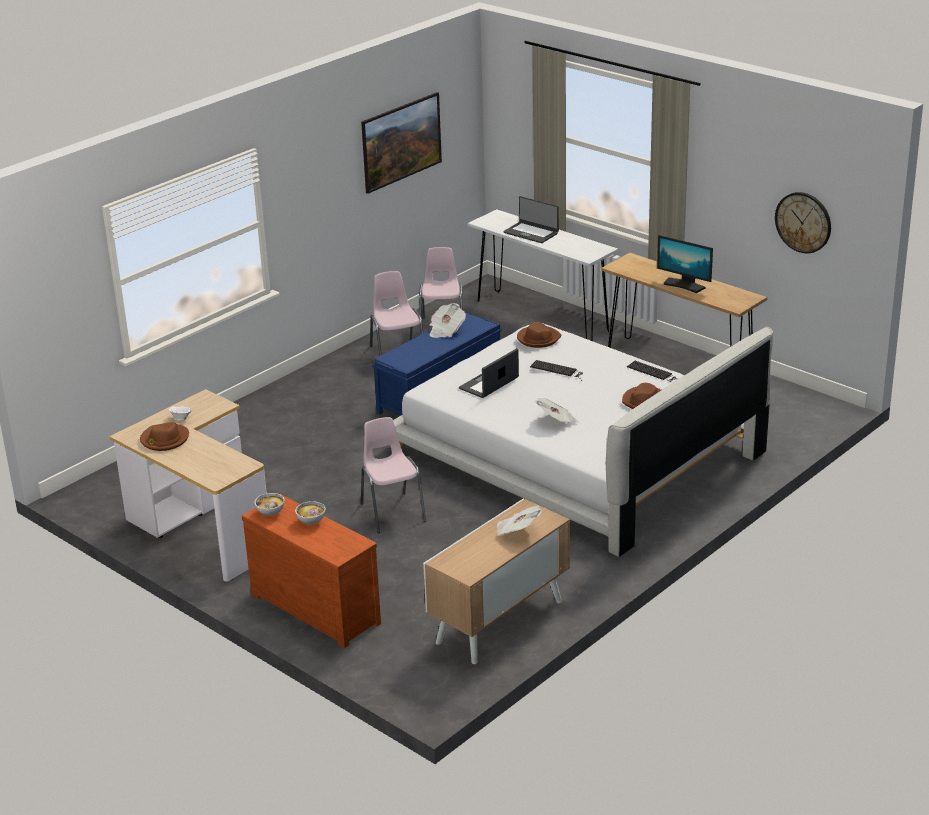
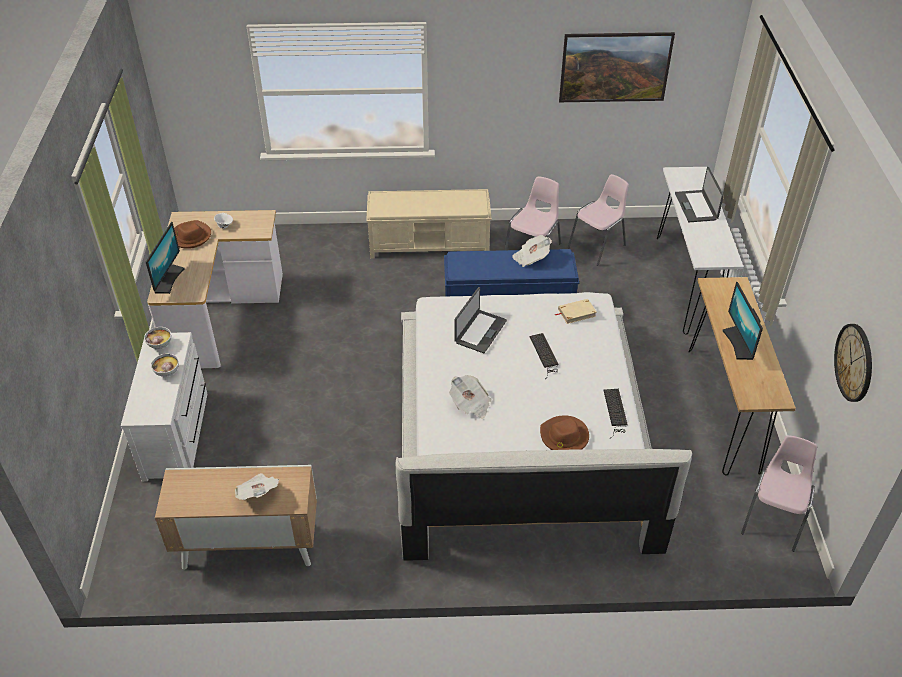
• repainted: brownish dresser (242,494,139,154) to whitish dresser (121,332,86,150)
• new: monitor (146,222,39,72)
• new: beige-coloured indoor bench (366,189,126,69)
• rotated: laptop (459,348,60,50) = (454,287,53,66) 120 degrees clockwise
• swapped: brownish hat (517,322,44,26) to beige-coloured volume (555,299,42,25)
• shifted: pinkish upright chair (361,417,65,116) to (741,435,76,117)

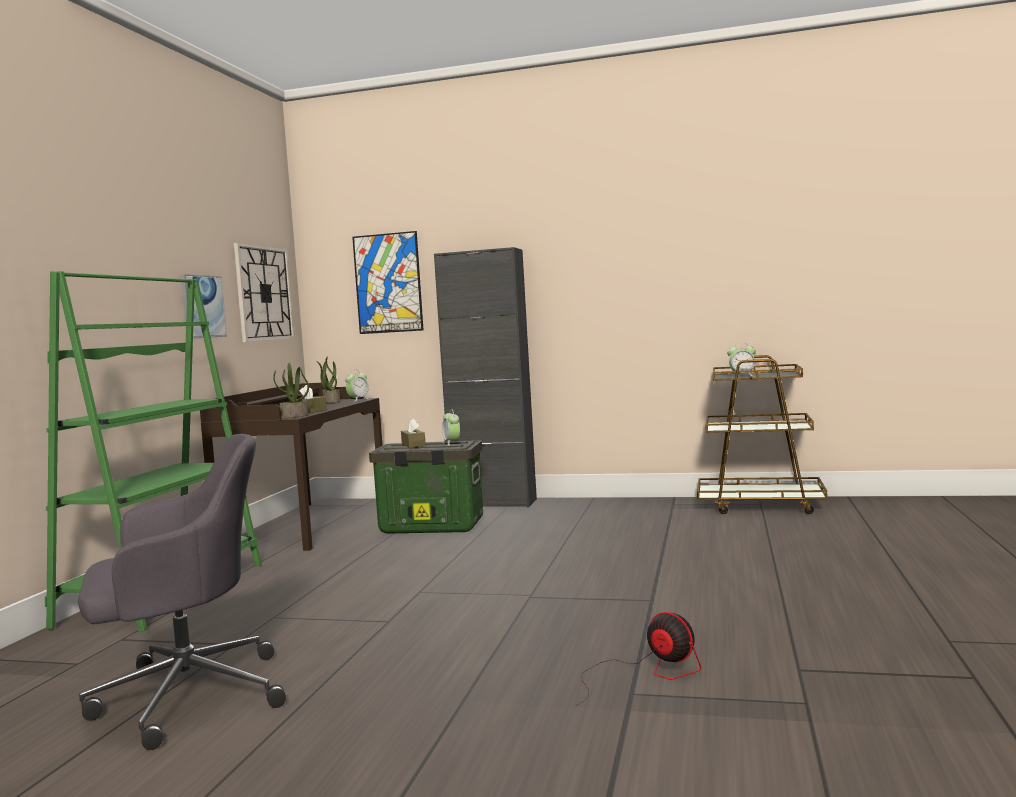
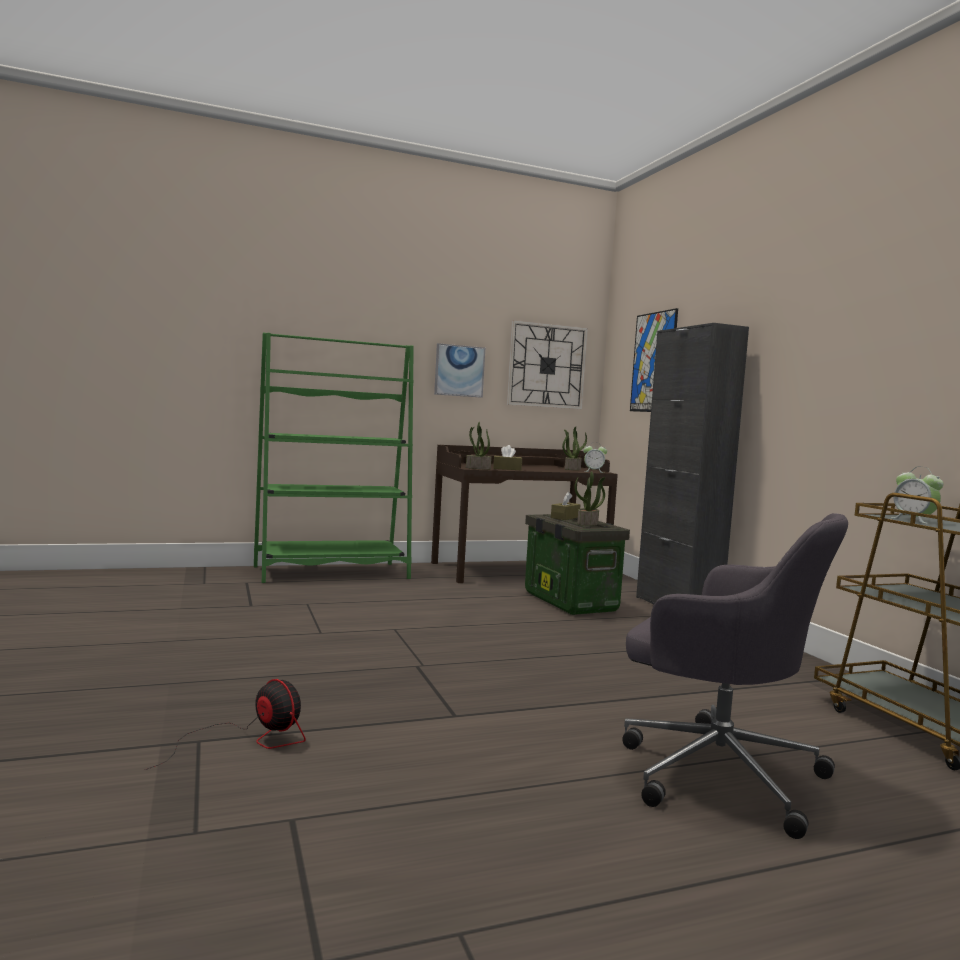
• rotated: cooling fan (576,612,125,94) = (145,679,161,91) 60 degrees counterclockwise
• swapped: bedside clock (442,409,18,37) to plant in a pot (574,471,32,55)
• shifted: gray computer chair (78,434,208,316) to (622,513,226,326)

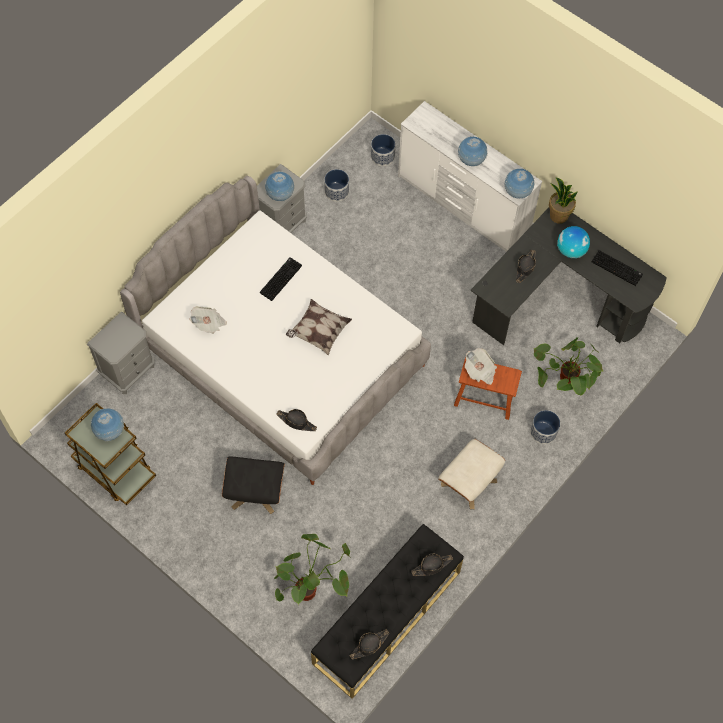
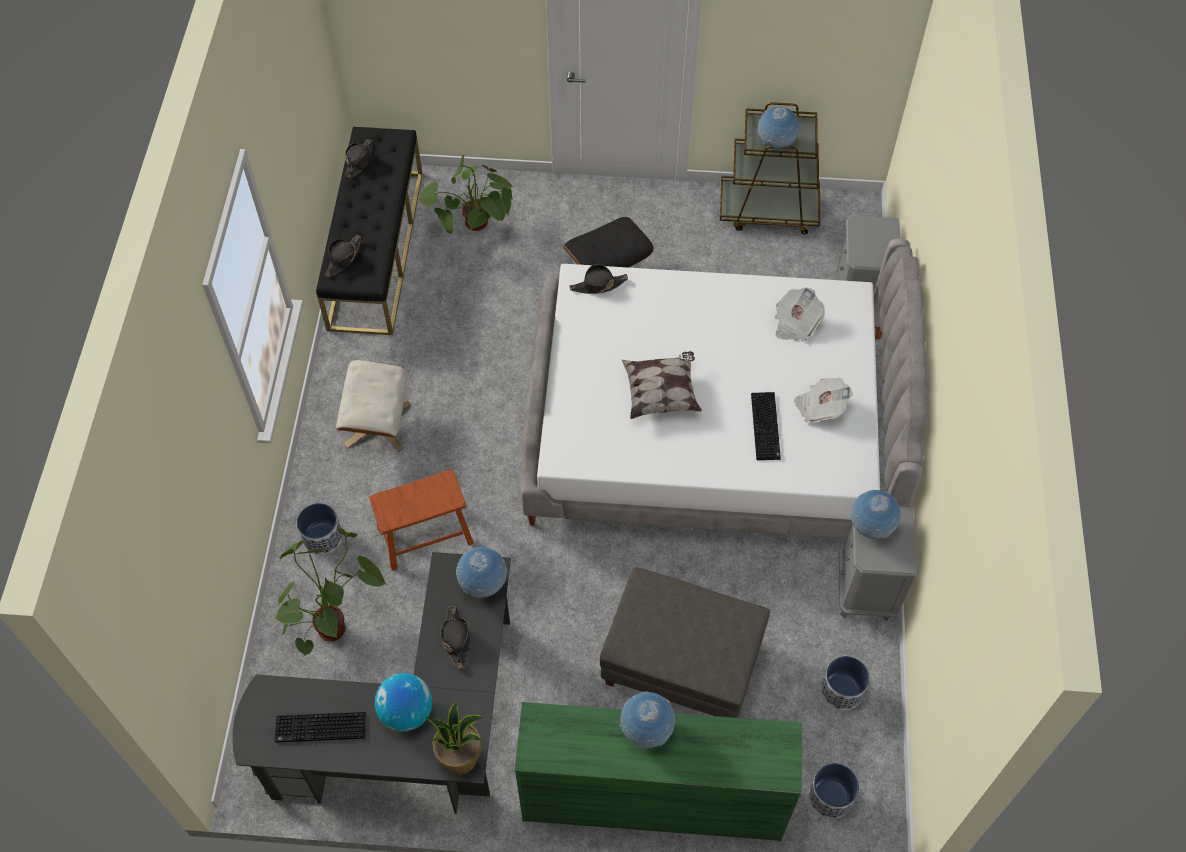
• shifted: desk globe (505,169,29,29) to (456,547,52,51)
• repainted: whitish dresser (398,101,144,151) to green dresser (515,702,287,139)
• new: gray pouffe (600,567,170,151)
• shifted: printed paper (465,348,32,37) to (794,377,59,45)

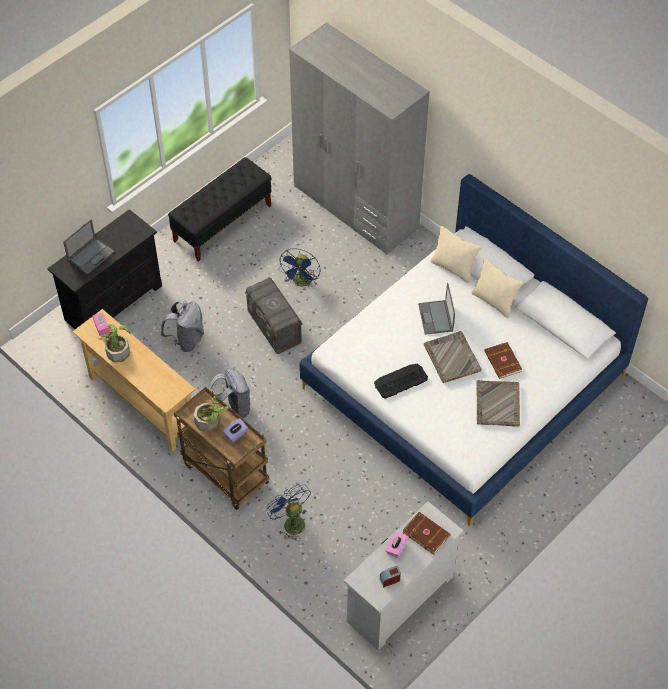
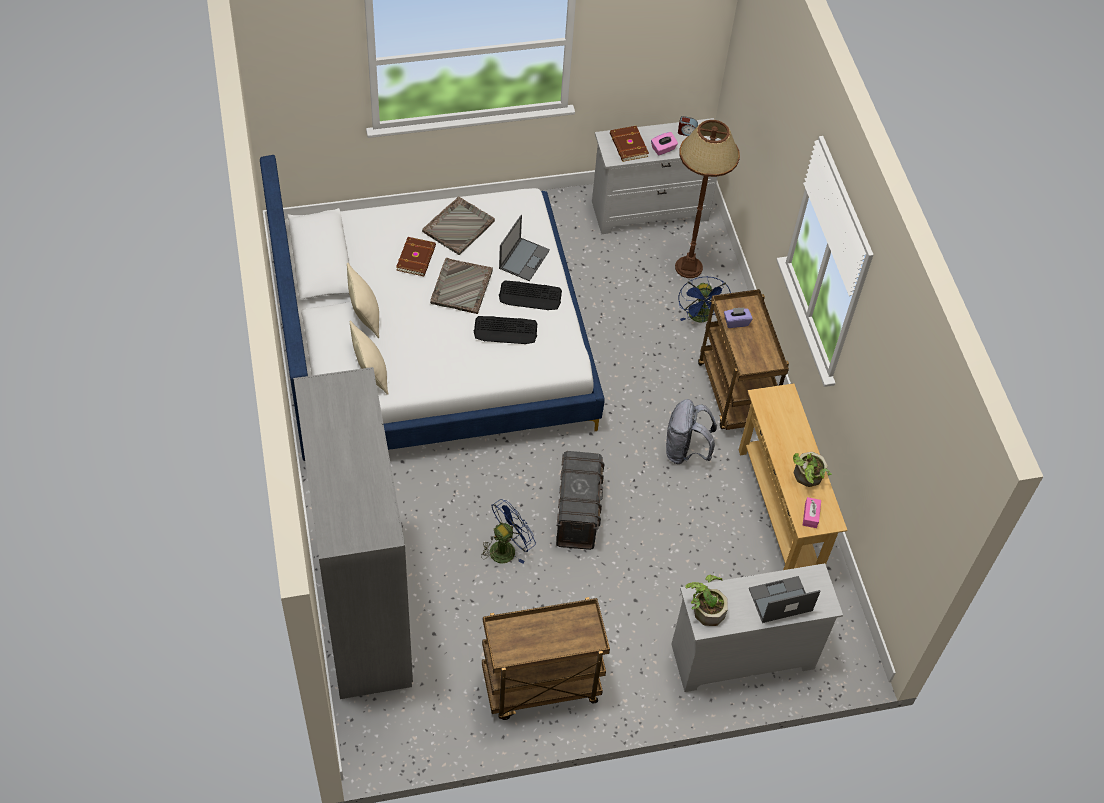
• new: PC keyboard (474,316,63,28)
• swapped: black-coloured indoor bench (168,157,103,105) to brownish wheeled cart (482,597,128,123)
• shifted: laptop (418,283,37,52) to (499,215,51,66)
• repainted: black-coloured dresser (47,209,115,120) to whitish dresser (671,563,172,129)
• new: brownish standard lamp (675,120,65,158)
• shifted: plant in a pot (194,396,34,36) to (685,575,43,51)
• gone: gray knapsack (161,299,43,53)

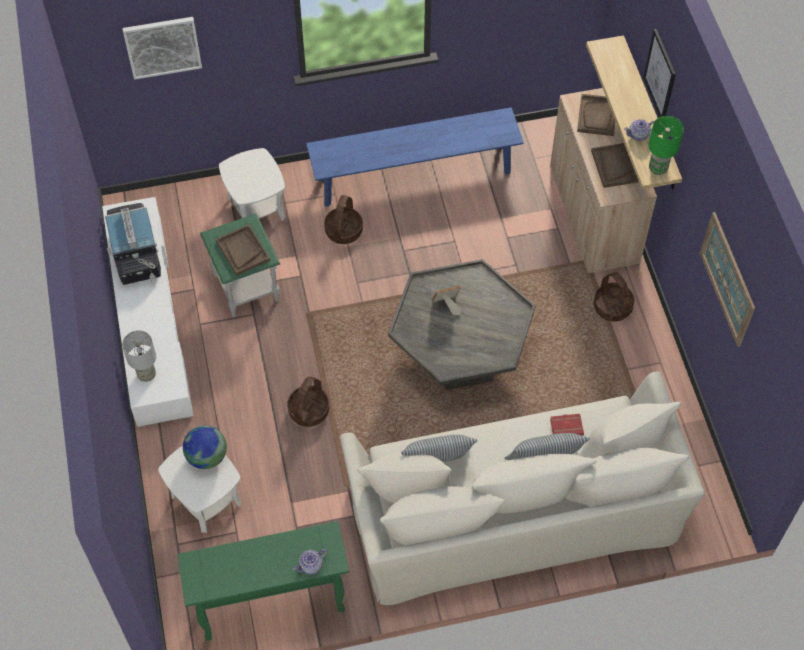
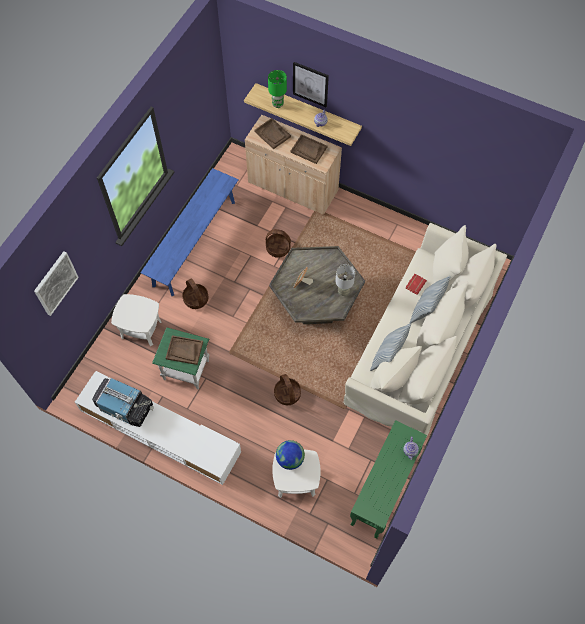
• shifted: storage basket (594,272,41,49) to (266,229,25,29)
• shifted: green lamp for a table (648,116,36,59) to (268,70,19,38)
• shifted: gray lamp for a table (122,330,34,52) to (335,264,20,32)
• gone: picture (700,212,55,135)

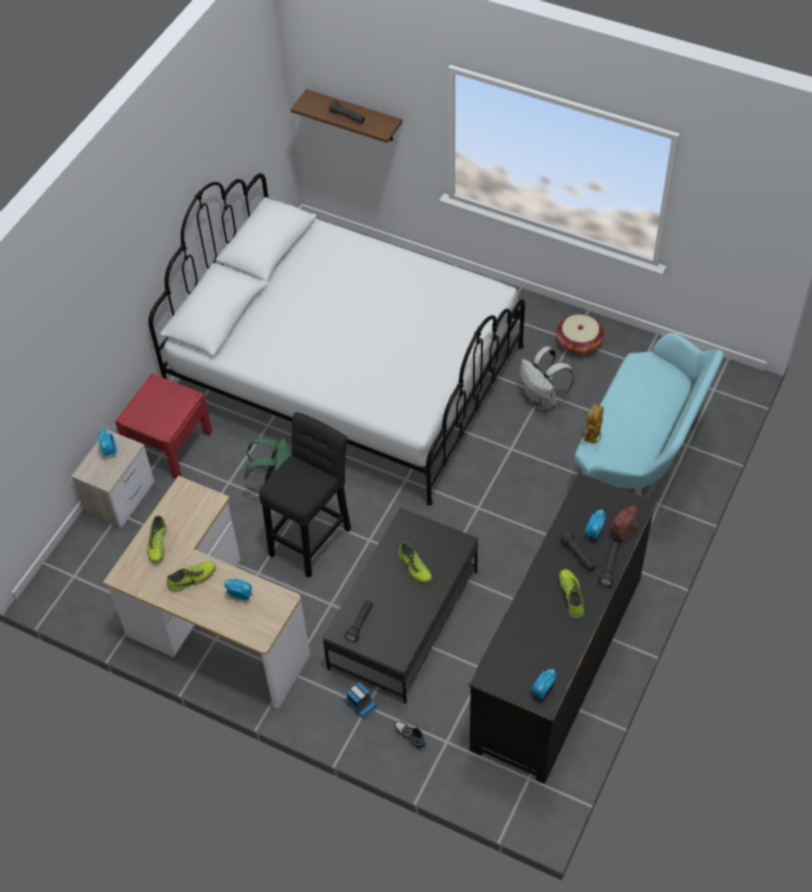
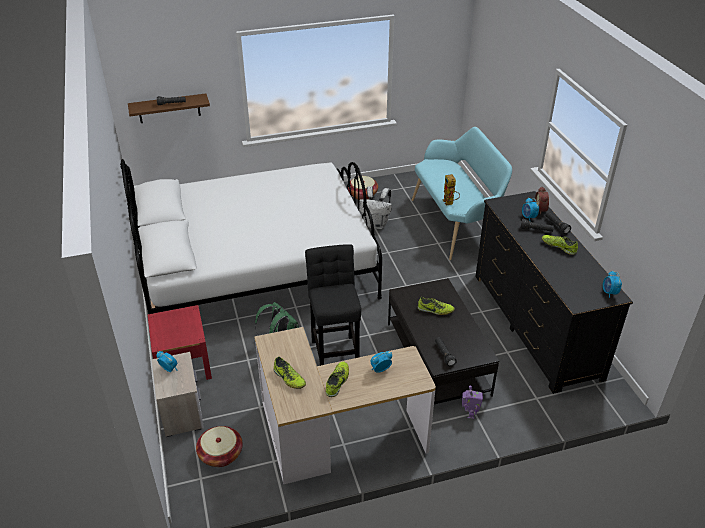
• new: storage basket (196,426,47,41)
• swapped: model truck (344,682,33,37) to model robot (462,385,21,34)
• gone: shoe (394,721,32,30)

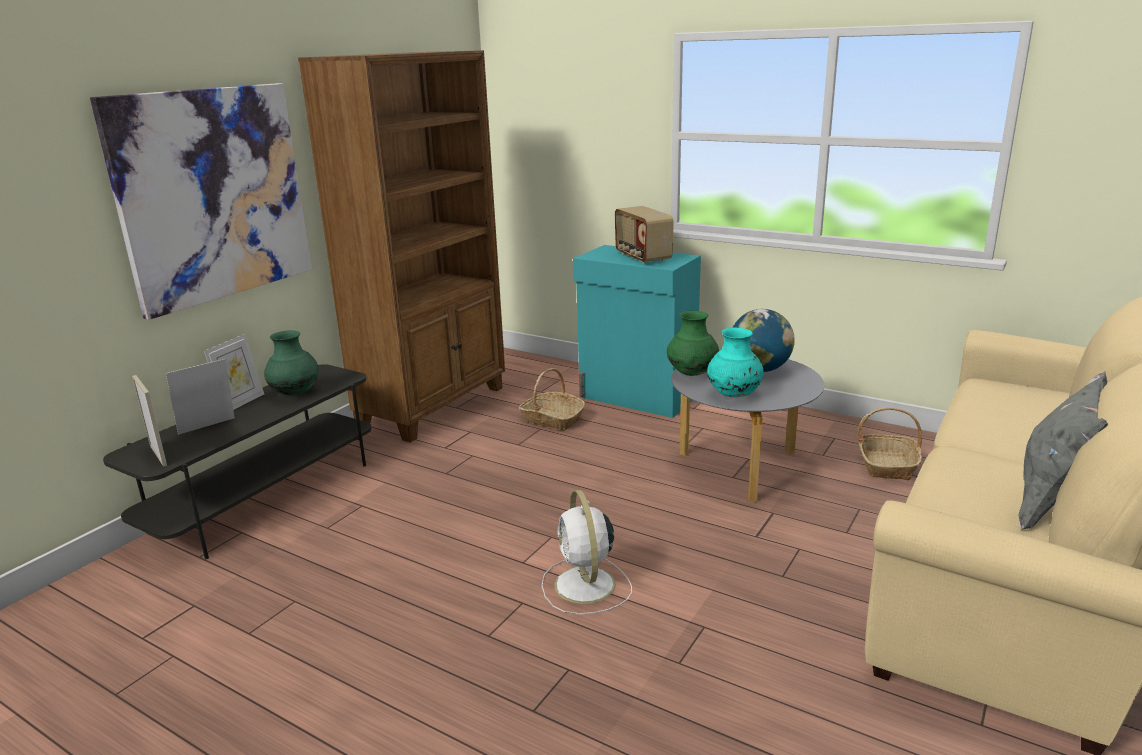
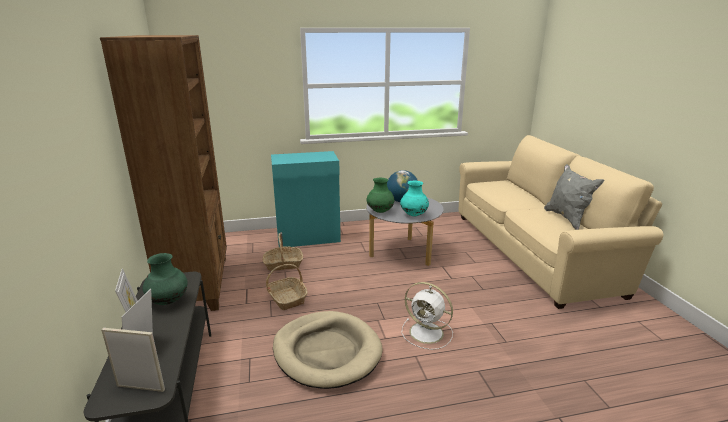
• shifted: storage basket (857,407,65,73) to (266,264,42,46)
• new: beige-coloured pet bed (273,311,110,78)
• gone: picture (90,83,222,237)
• gone: radio set (615,206,59,58)

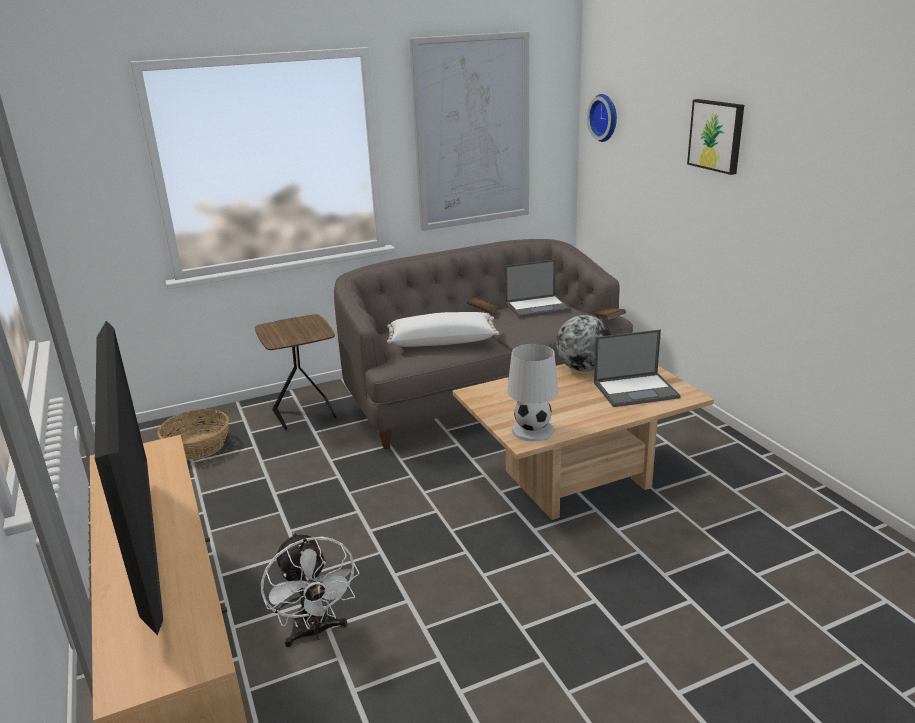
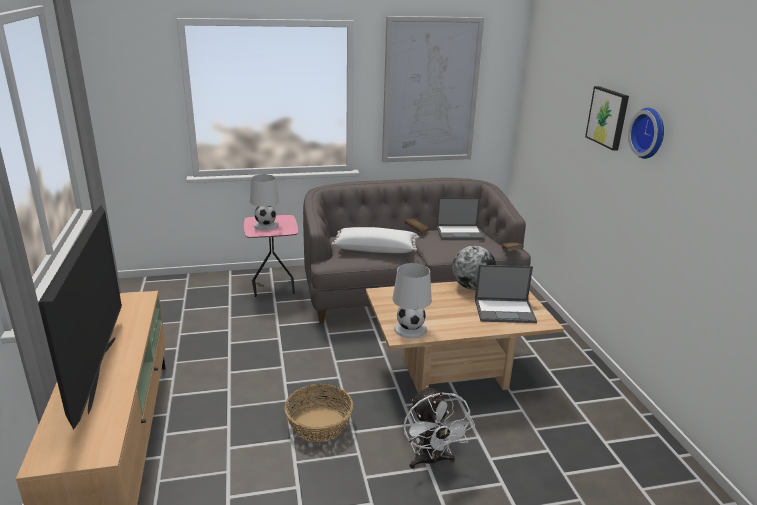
• repainted: brownish end table (255,314,81,116) to pinkish end table (244,215,54,82)
• new: whitish lamp for a table (250,174,29,56)
• shifted: storage basket (158,409,71,51) to (284,384,69,58)
• shifted: whitish cooling fan (261,532,98,115) to (403,386,72,83)
• shifted: hanging clock (587,94,30,48) to (628,108,36,51)

